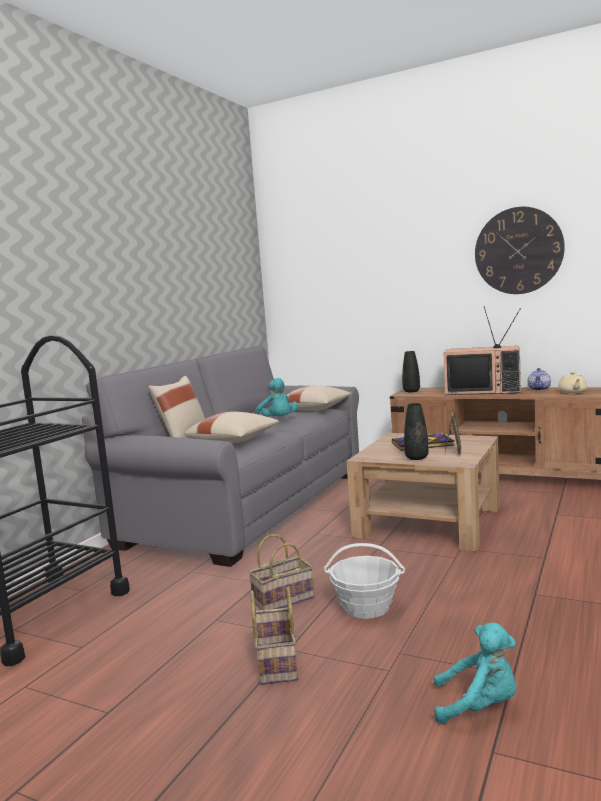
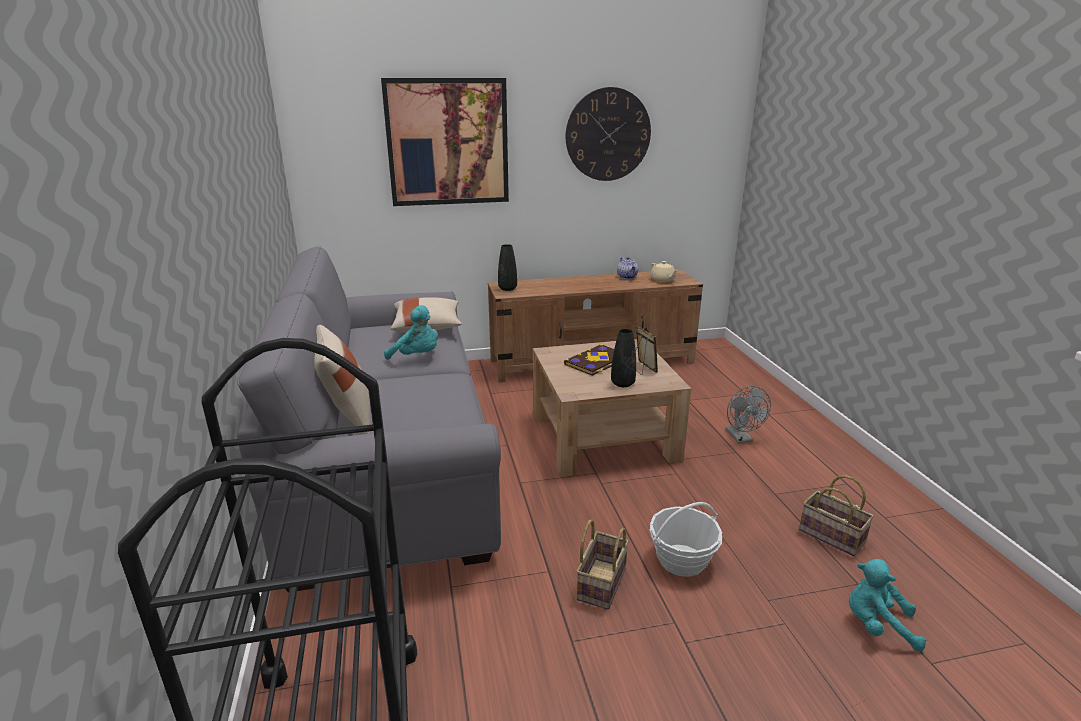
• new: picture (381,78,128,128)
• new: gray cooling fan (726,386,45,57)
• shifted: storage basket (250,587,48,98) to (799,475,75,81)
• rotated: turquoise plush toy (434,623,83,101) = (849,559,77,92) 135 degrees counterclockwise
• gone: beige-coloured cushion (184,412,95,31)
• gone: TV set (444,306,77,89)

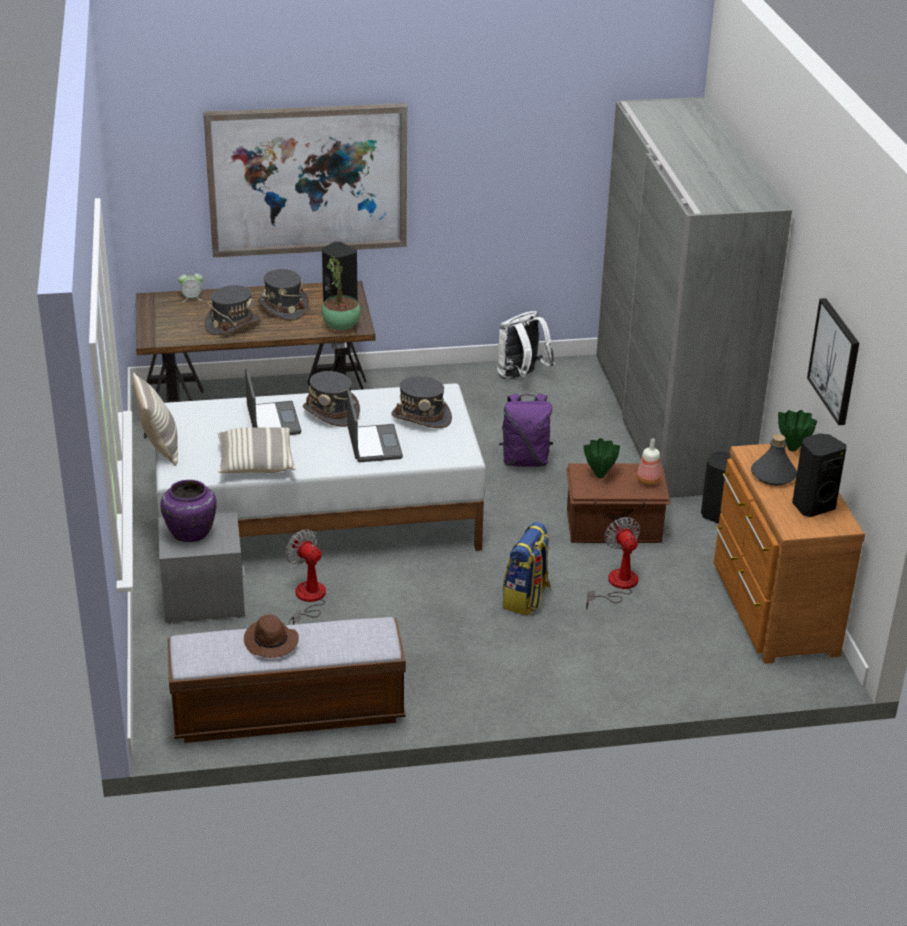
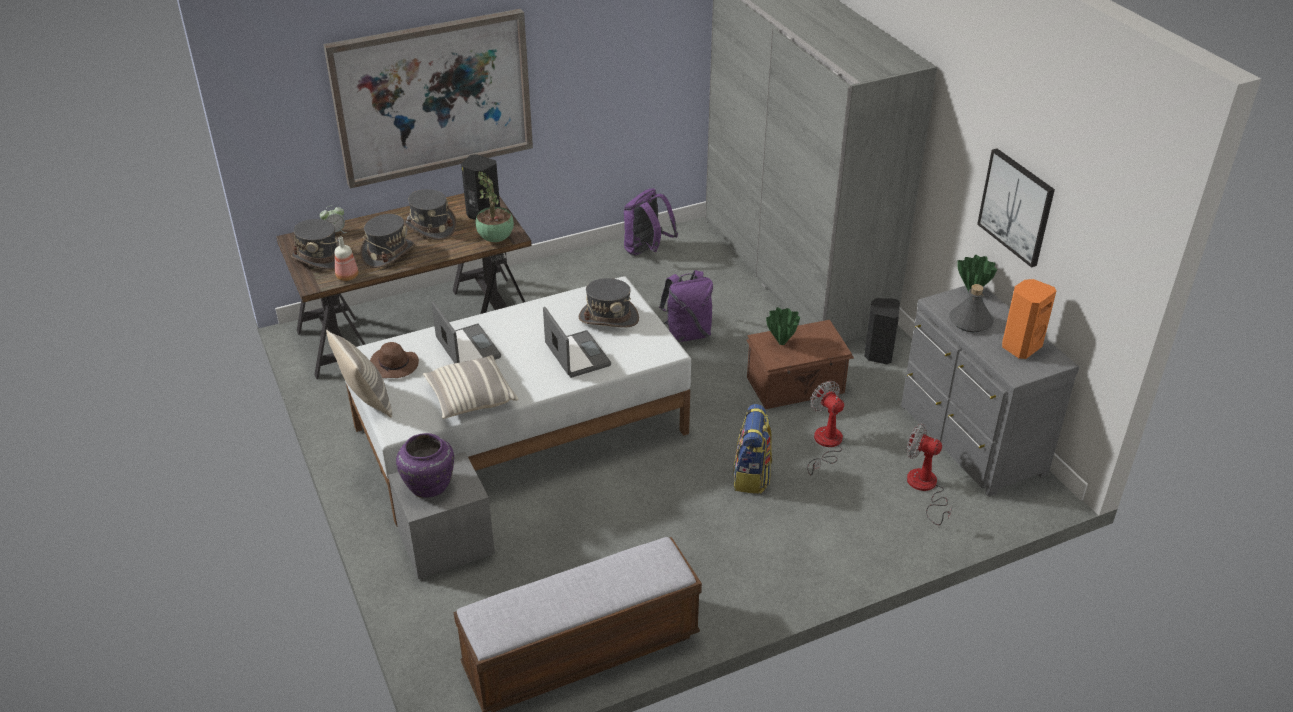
• shifted: gray hat (303,371,57,56) to (291,219,49,51)
• shifted: beverage bottle (637,439,24,46) to (335,236,23,45)
• shifted: brownish hat (244,615,55,43) to (370,342,49,36)
• repainted: whitish knapsack (497,311,58,68) to purplish knapsack (624,188,54,68)
• repainted: brownish dresser (714,444,151,220) to gray dresser (901,286,178,211)
• shifted: cooling fan (285,529,41,96) to (906,423,47,102)
• repainted: black-coloured audio speaker (792,433,55,84) to orange-coloured audio speaker (1002,279,54,80)

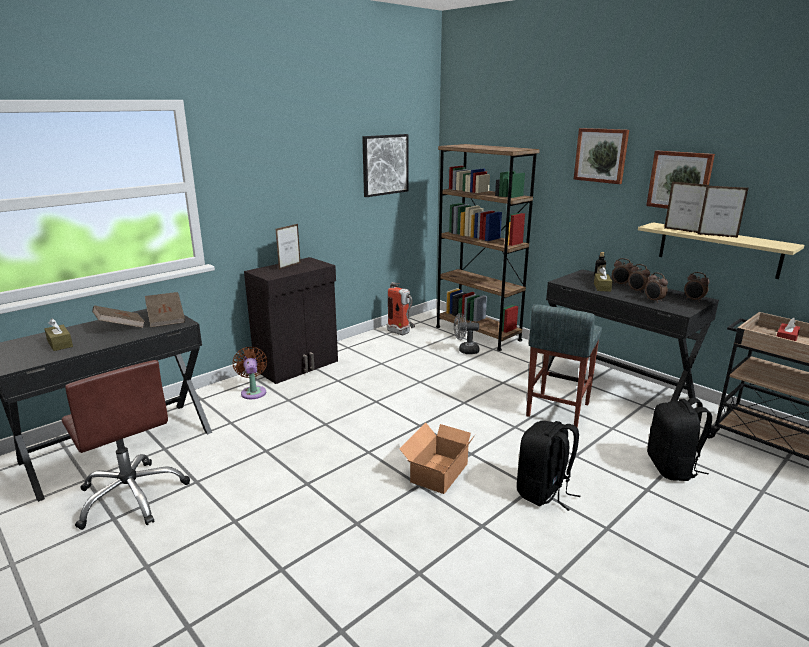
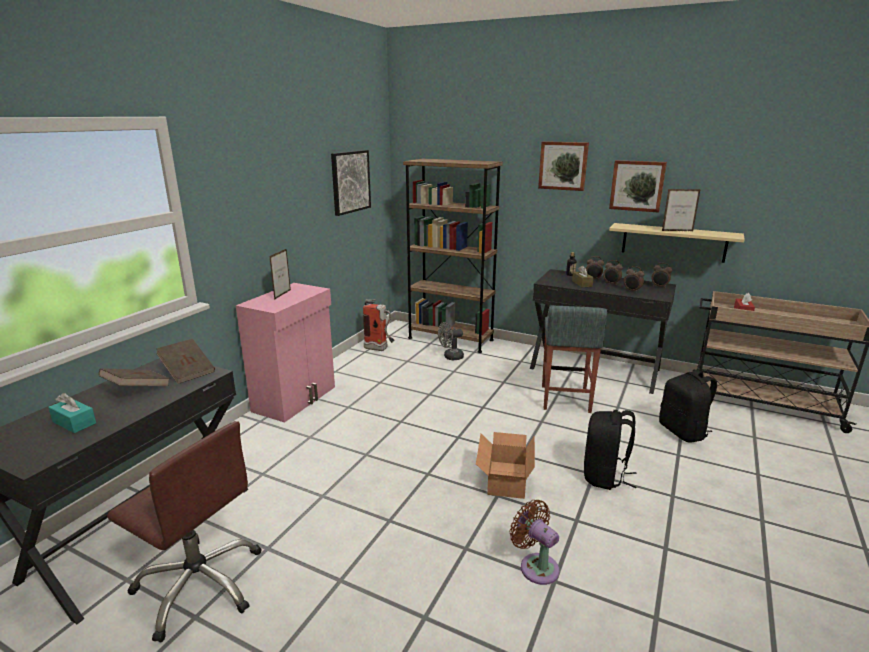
• repainted: brownish tissue holder (45,318,28,33) to turquoise tissue holder (48,393,48,40)
• repainted: black-coloured storage cabinet (244,257,94,127) to pinkish storage cabinet (236,283,99,140)
• shifted: brownish cooling fan (233,347,34,52) to (510,500,50,85)
• gone: picture frame (664,182,45,51)

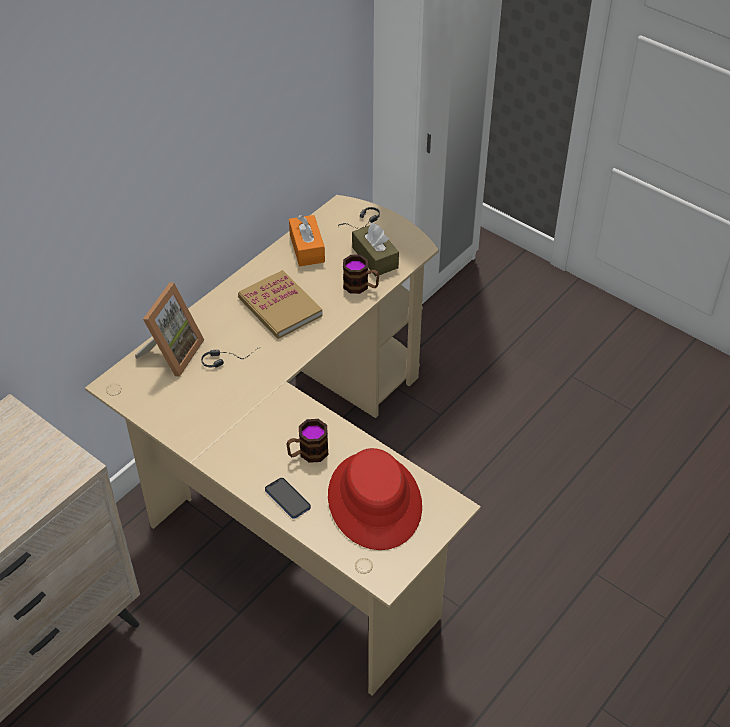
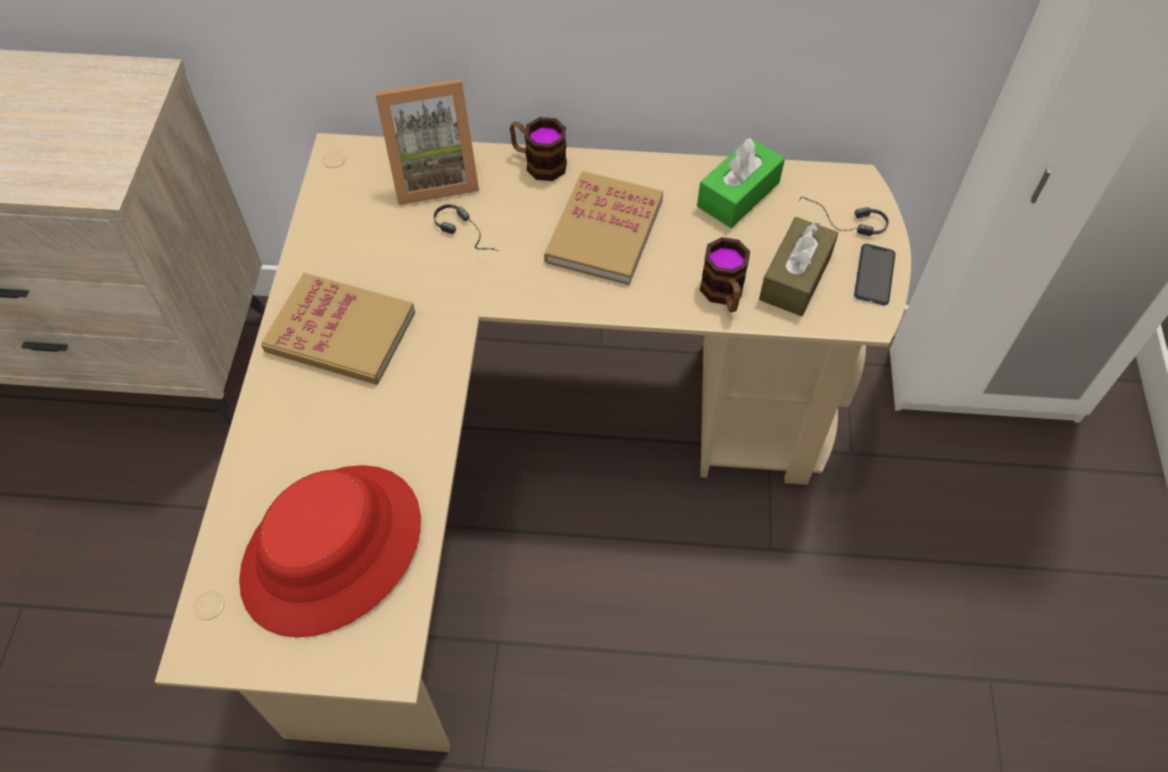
• new: volume (261,273,154,112)
• shifted: coffee mug (286,419,42,44) to (510,117,57,64)
• repainted: orange-coloured tissue holder (289,215,36,51) to green tissue holder (697,138,88,90)
• shifted: phone (265,478,46,41) to (854,244,42,61)

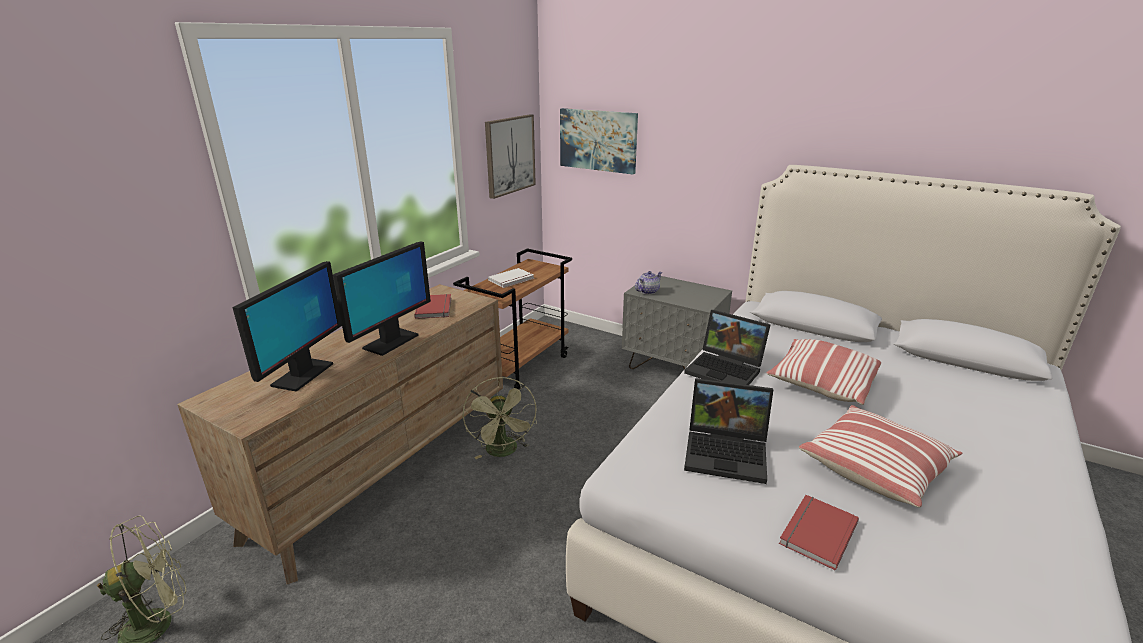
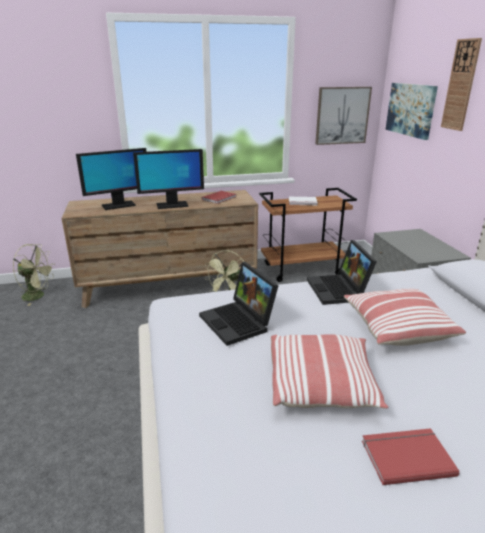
• shifted: red volume (779,495,80,75) to (362,428,97,57)
• new: hanging clock (441,38,41,93)
• gone: tea pot (635,271,27,24)

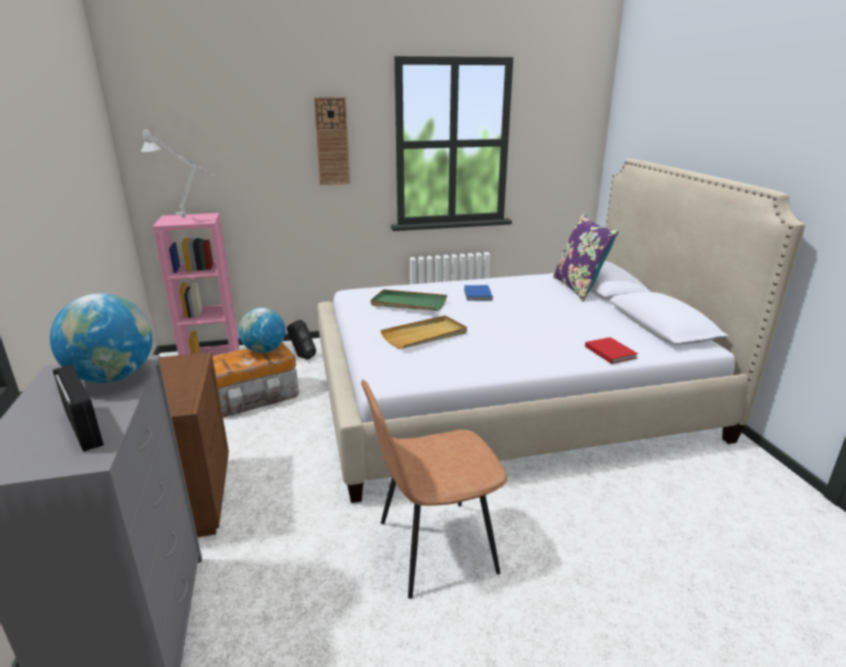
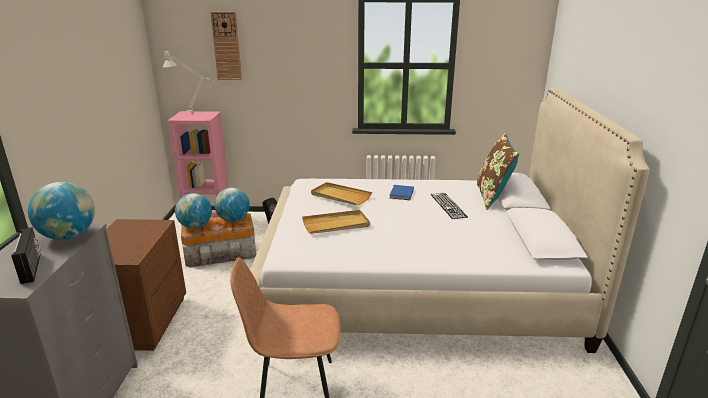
• new: desk globe (175,193,37,36)
• shifted: hanging clock (314,97,36,88) to (210,12,32,68)
• repainted: green serving tray (371,289,76,22) to beige-coloured serving tray (311,182,61,23)
• new: PC keyboard (430,193,38,26)
• repainted: purplish cushion (553,214,66,88) to brownish cushion (477,133,42,77)
• gone: red volume (585,337,53,27)

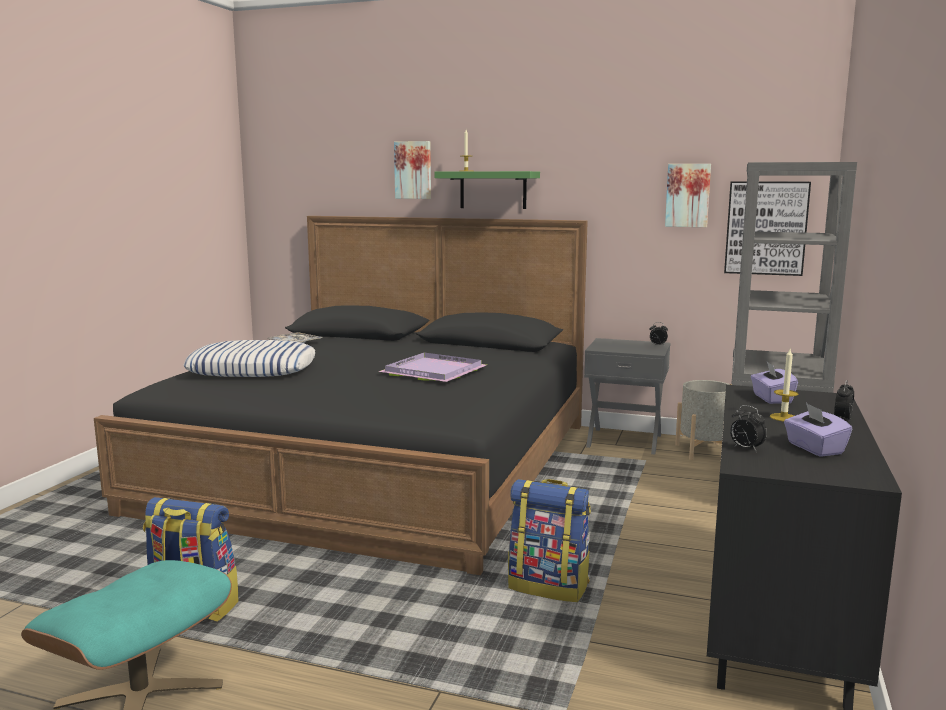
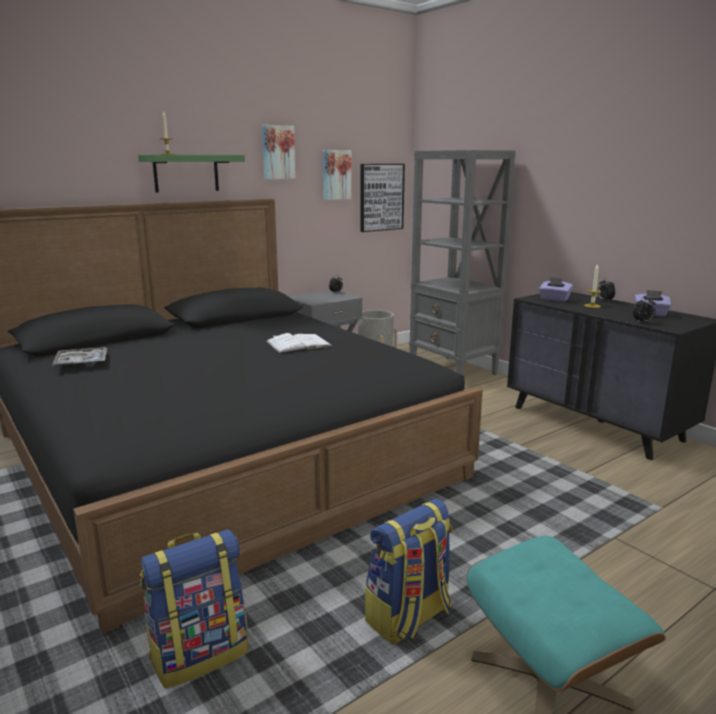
• shifted: knapsack (508,479,83,123) to (140,529,108,160)
• shifted: picture (394,141,37,58) to (262,125,34,54)
• swapped: purplish serving tray (378,353,108,29) to whitish volume (266,333,67,20)
• gone: cushion (184,340,131,37)

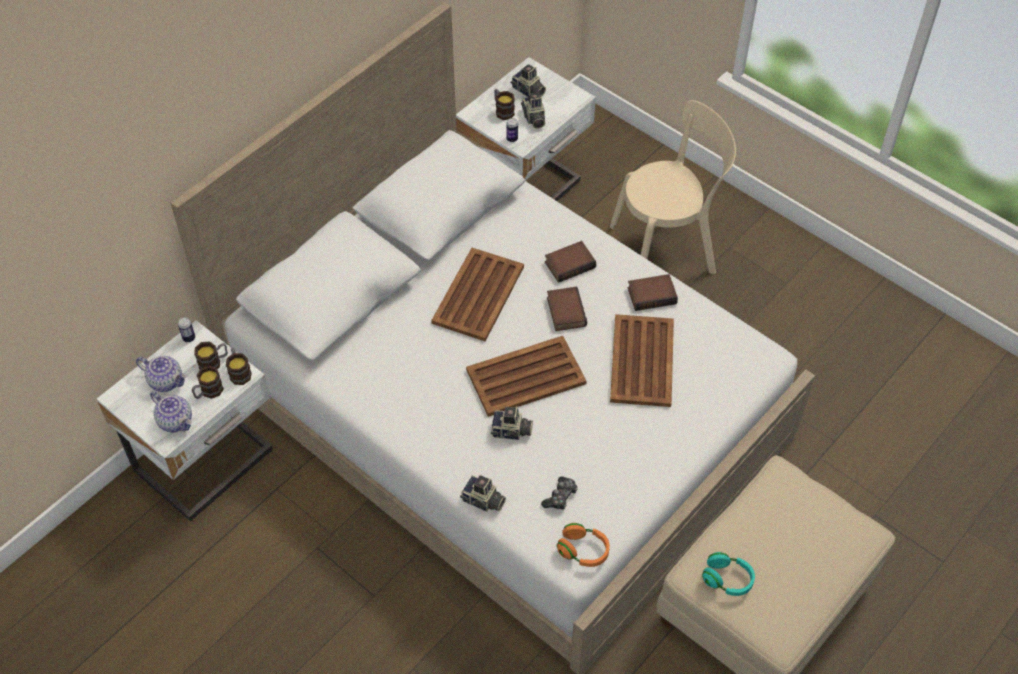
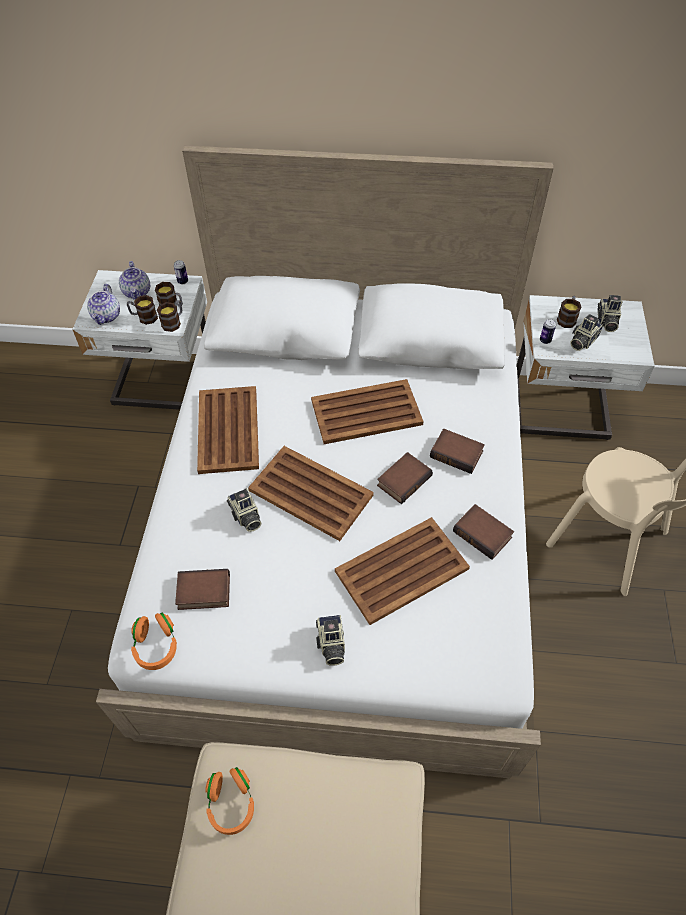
• swapped: joypad (541,476,37,34) to volume (175,569,55,41)
• new: brownish serving tray (197,386,62,88)
• repainted: turquoise headphones (702,552,53,44) to orange-coloured headphones (205,767,49,68)
• shifted: photo camera (460,475,46,37) to (316,615,29,51)

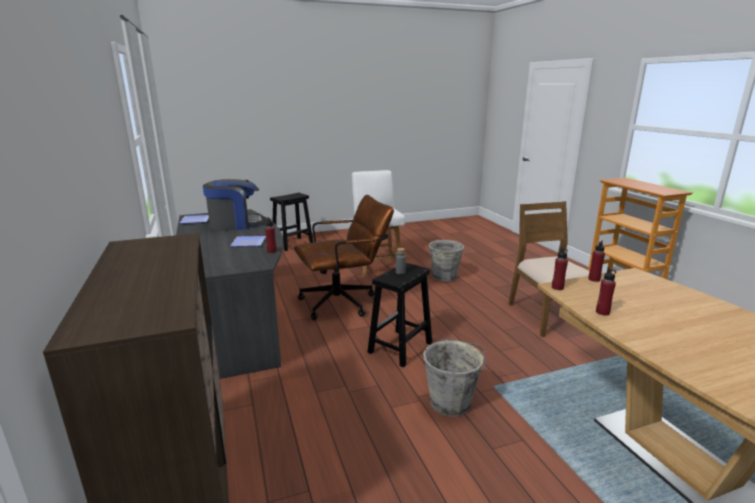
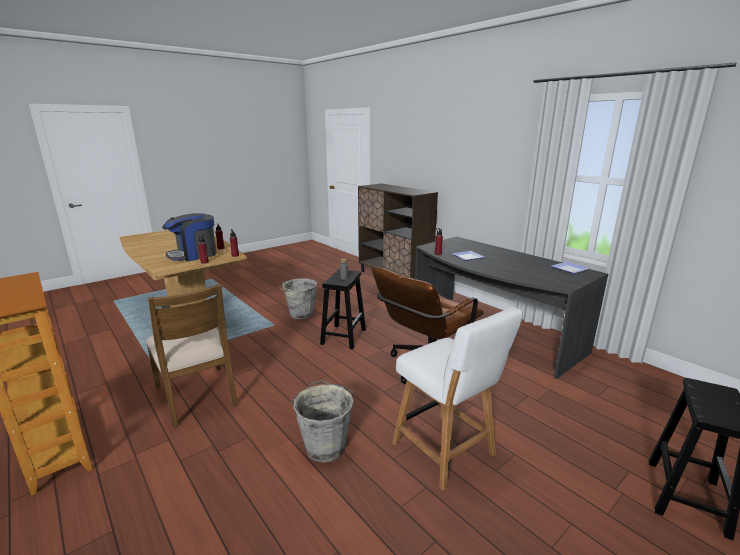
• shifted: coffee machine (203,179,60,52) to (162,213,55,48)

